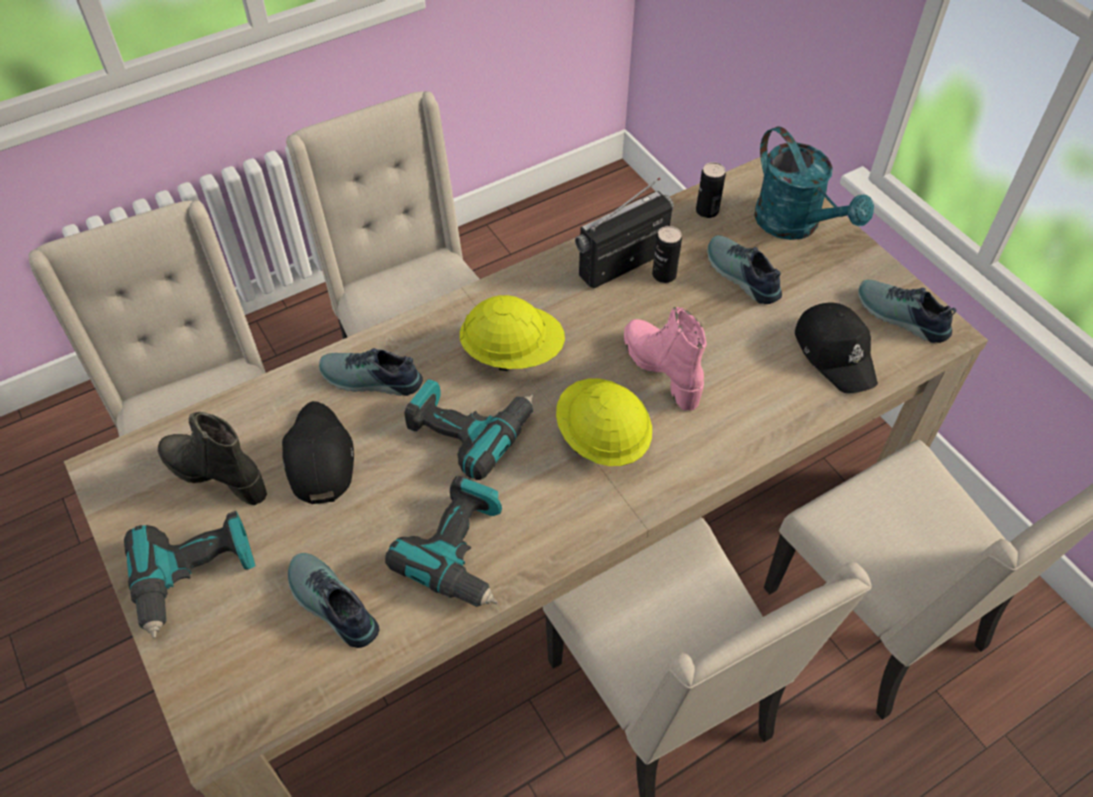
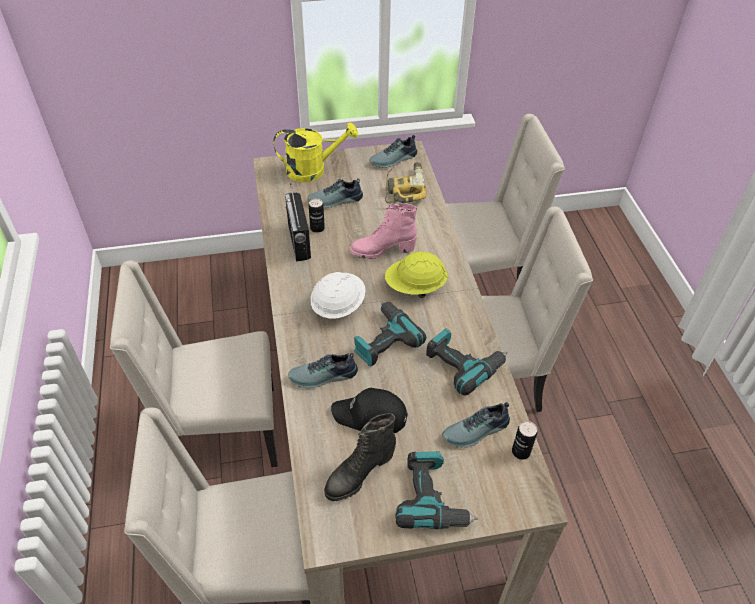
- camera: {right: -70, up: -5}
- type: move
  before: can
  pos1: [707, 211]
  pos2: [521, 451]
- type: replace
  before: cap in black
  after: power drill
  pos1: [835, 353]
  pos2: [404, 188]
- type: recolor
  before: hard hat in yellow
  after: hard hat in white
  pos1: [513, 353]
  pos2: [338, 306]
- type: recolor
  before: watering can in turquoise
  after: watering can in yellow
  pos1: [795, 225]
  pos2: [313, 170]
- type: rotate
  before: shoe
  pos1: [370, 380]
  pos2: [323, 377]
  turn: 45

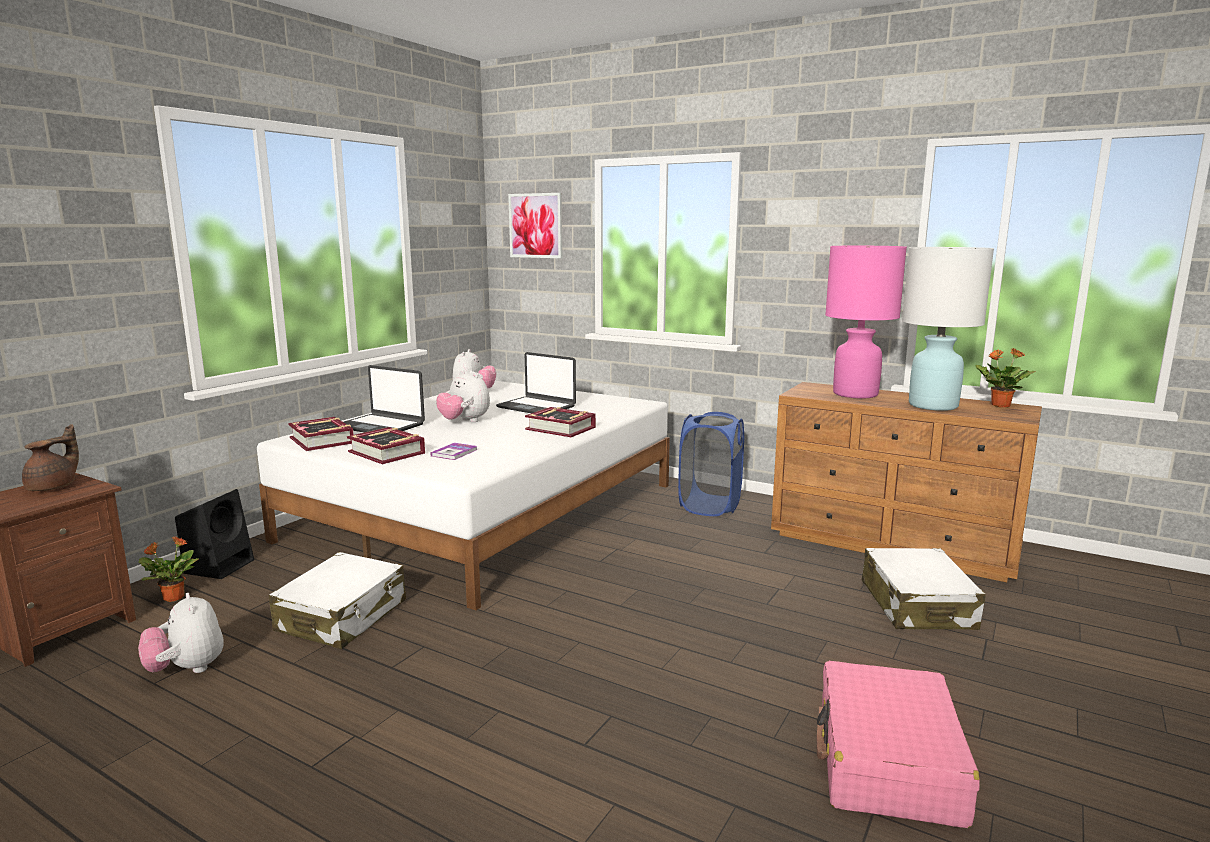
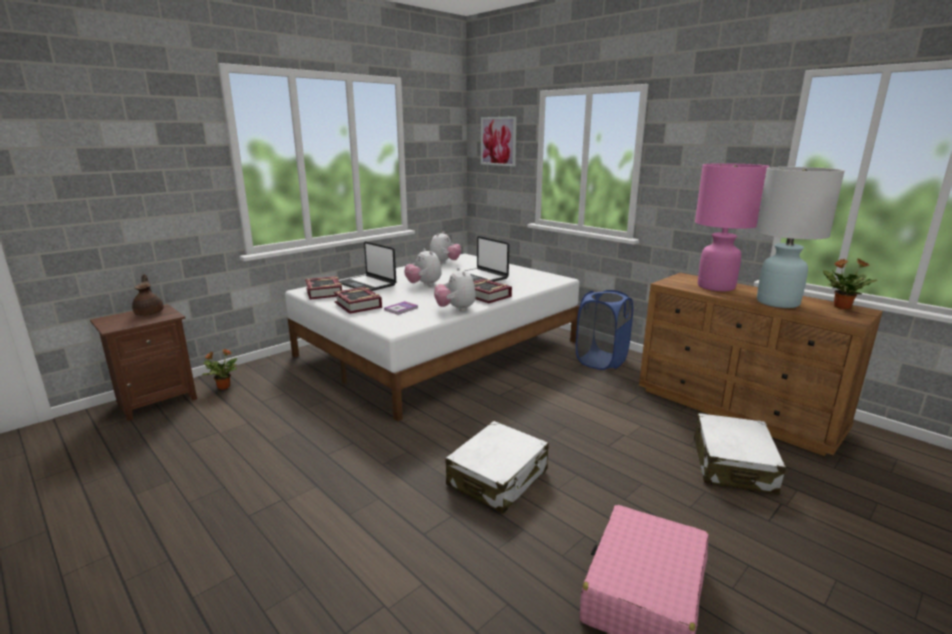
- camera: {right: 15, up: 5}
- type: delete
  before: speaker in black
  pos1: [220, 566]
- type: move
  before: plush toy
  pos1: [187, 669]
  pos2: [456, 309]
- type: move
  before: suitcase in white
  pos1: [342, 616]
  pos2: [498, 478]
- type: rotate
  before: teapot in brown
  pos1: [54, 487]
  pos2: [150, 313]
  turn: -60

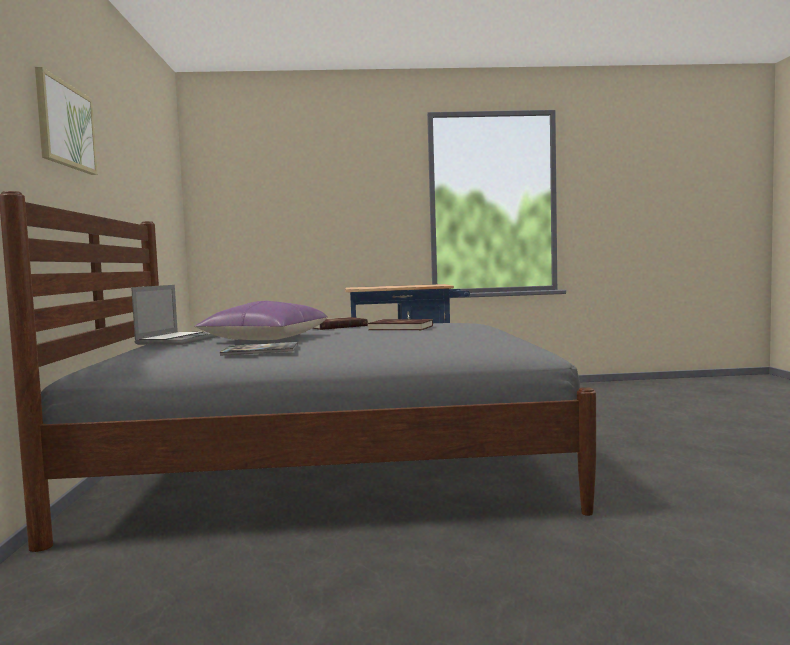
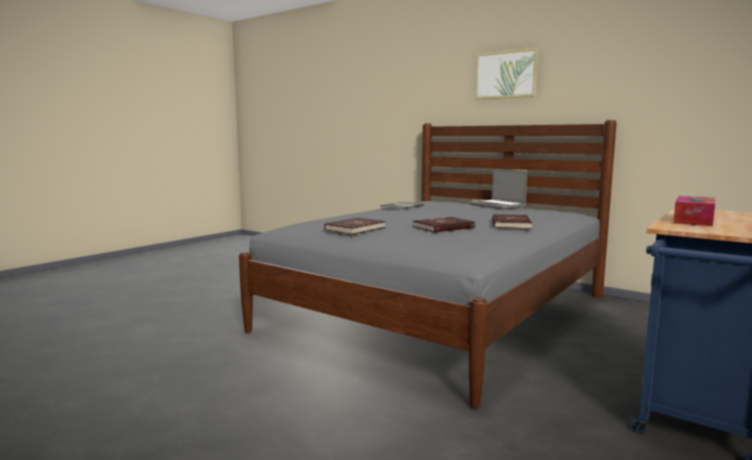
- camera: {right: 130, up: 5}
- type: delete
  before: pillow in purple
  pos1: [265, 339]
- type: insert
  after: book in red
  pos2: [355, 229]
- type: insert
  after: tissue box
  pos2: [693, 220]

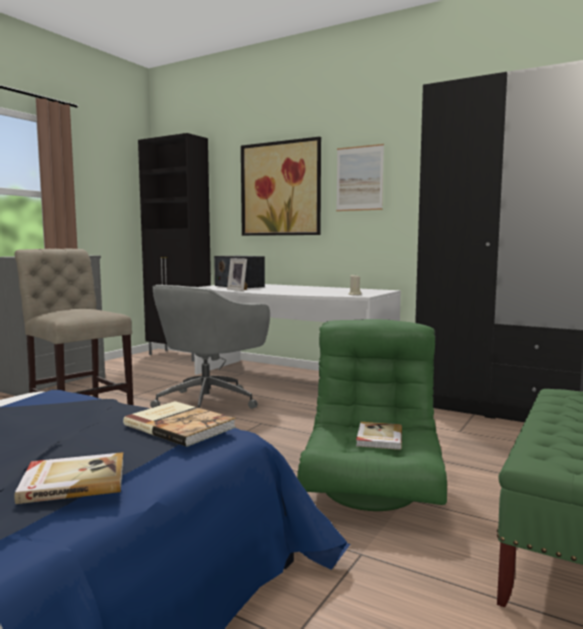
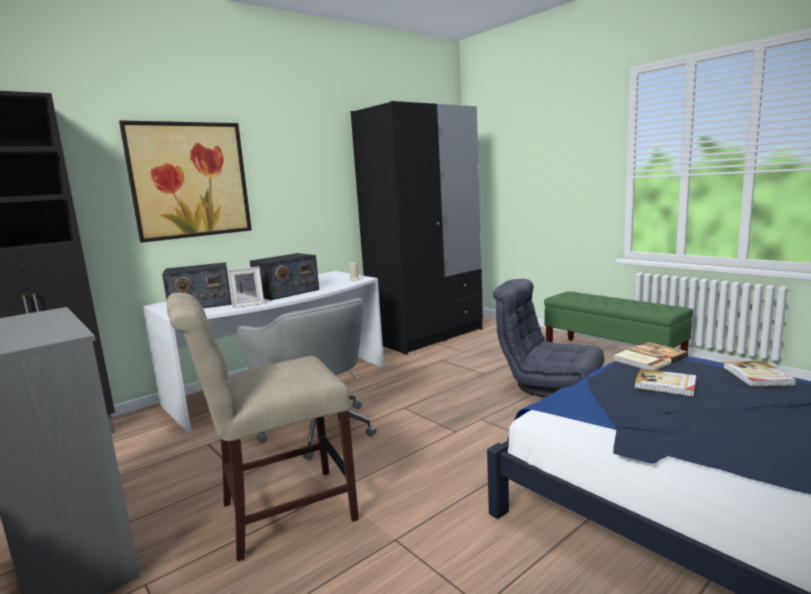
- camera: {right: -70, up: 5}
- type: delete
  before: picture
  pos1: [359, 178]
- type: insert
  after: radio
  pos2: [286, 293]
- type: move
  before: book
  pos1: [378, 438]
  pos2: [665, 384]
- type: recolor
  before: armchair in green
  after: armchair in grey
  pos1: [372, 490]
  pos2: [549, 385]

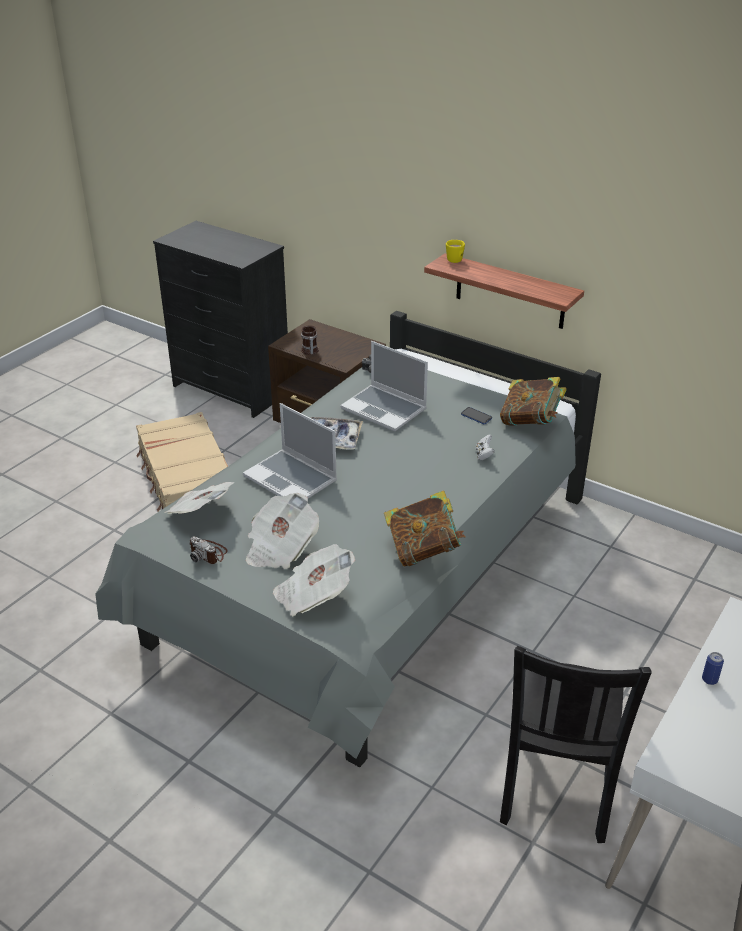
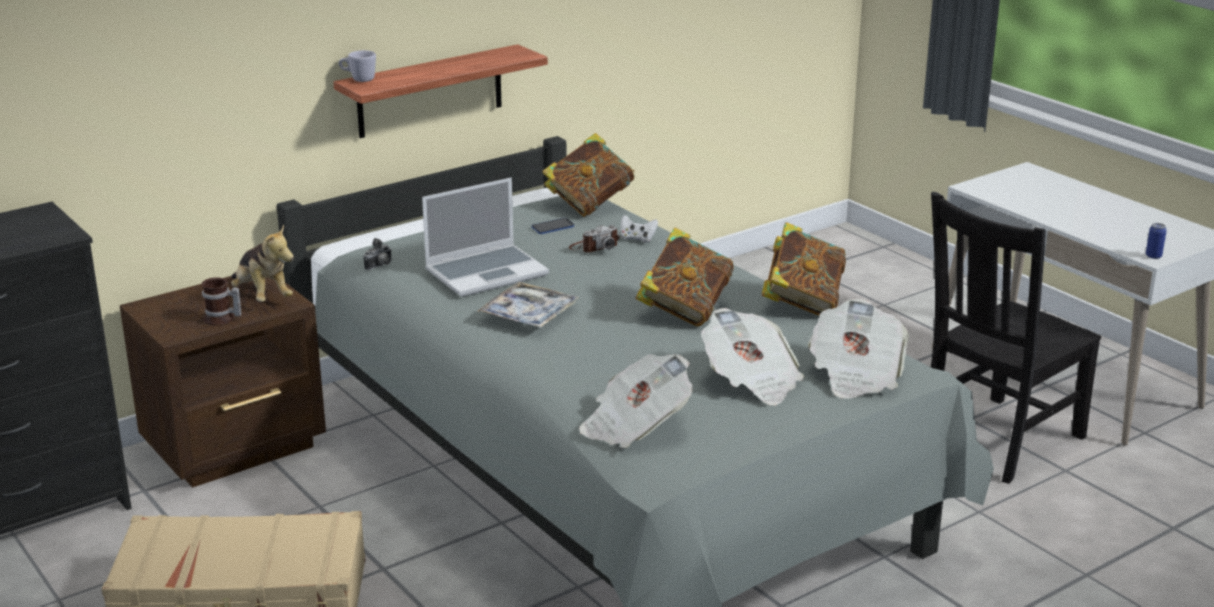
- camera: {right: -70, up: -10}
- type: delete
  before: laptop
  pos1: [292, 479]
- type: insert
  after: plush toy
  pos2: [262, 296]
- type: insert
  after: book
  pos2: [684, 310]
- type: move
  before: photo camera
  pos1: [208, 553]
  pos2: [594, 247]
- type: move
  before: can
  pos1: [709, 679]
  pos2: [1153, 256]
- type: recolor
  before: mug in yellow
  after: mug in white
  pos1: [453, 259]
  pos2: [358, 79]
- type: rotate
  before: chair in black
  pos1: [555, 786]
  pos2: [997, 440]
  turn: 105

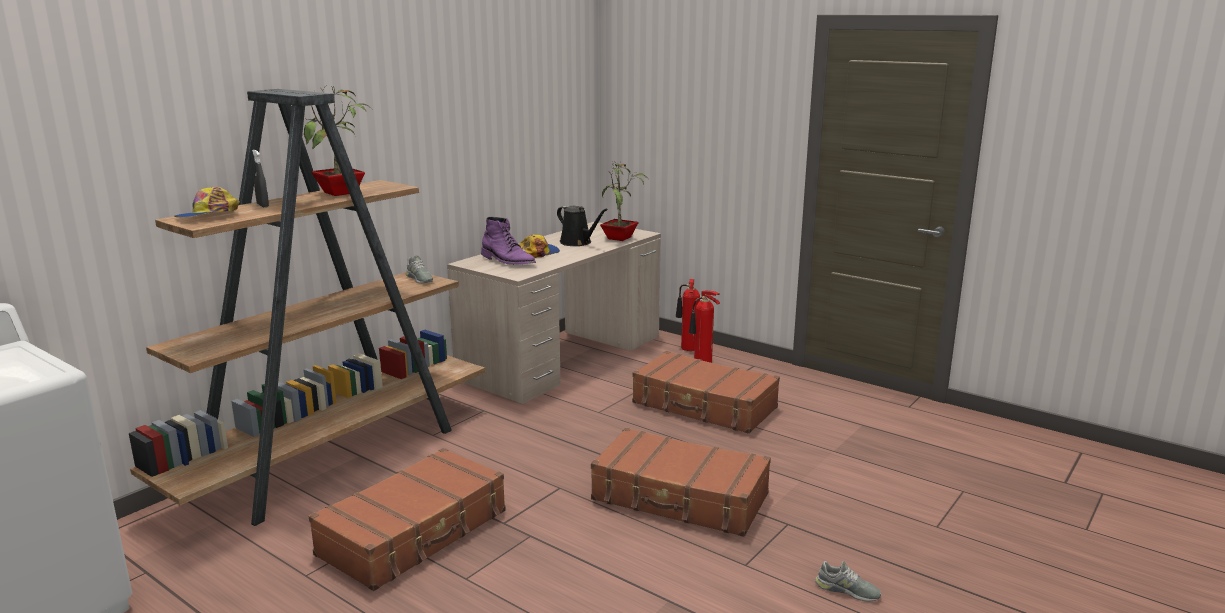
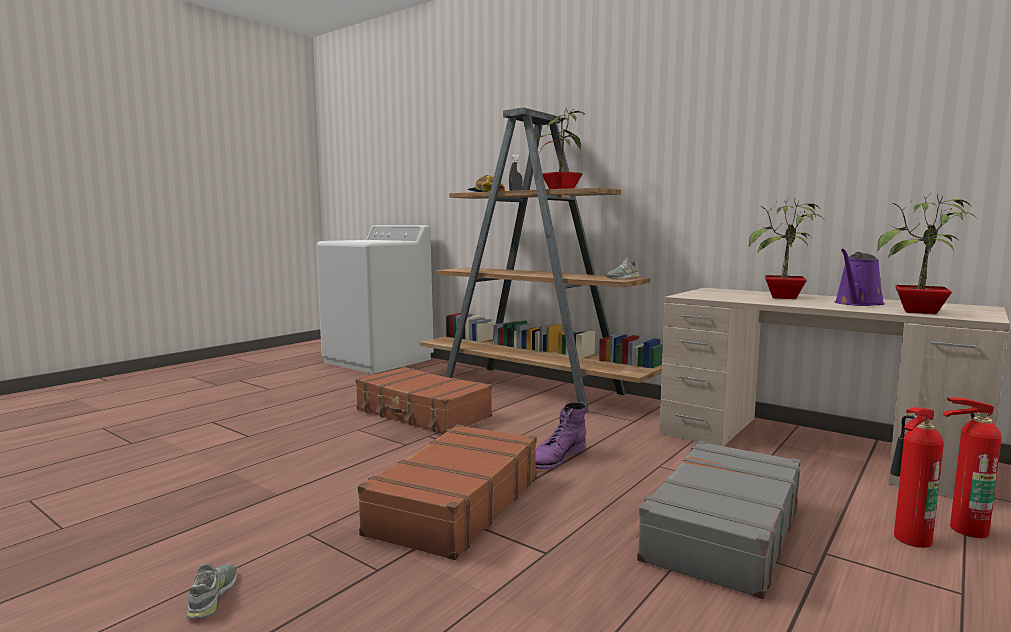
- camera: {right: 90, up: -10}
- type: move
  before: boot in purple
  pos1: [508, 261]
  pos2: [556, 458]
- type: replace
  before: cap
  after: potted plant
  pos1: [538, 252]
  pos2: [783, 297]
- type: recolor
  before: watering can in black
  after: watering can in purple
  pos1: [578, 243]
  pos2: [857, 303]
- type: recolor
  before: suitcase in brown
  after: suitcase in grey
  pos1: [704, 406]
  pos2: [722, 531]
- type: rotate
  before: shoe in grey
  pos1: [847, 590]
  pos2: [213, 596]
  turn: 150

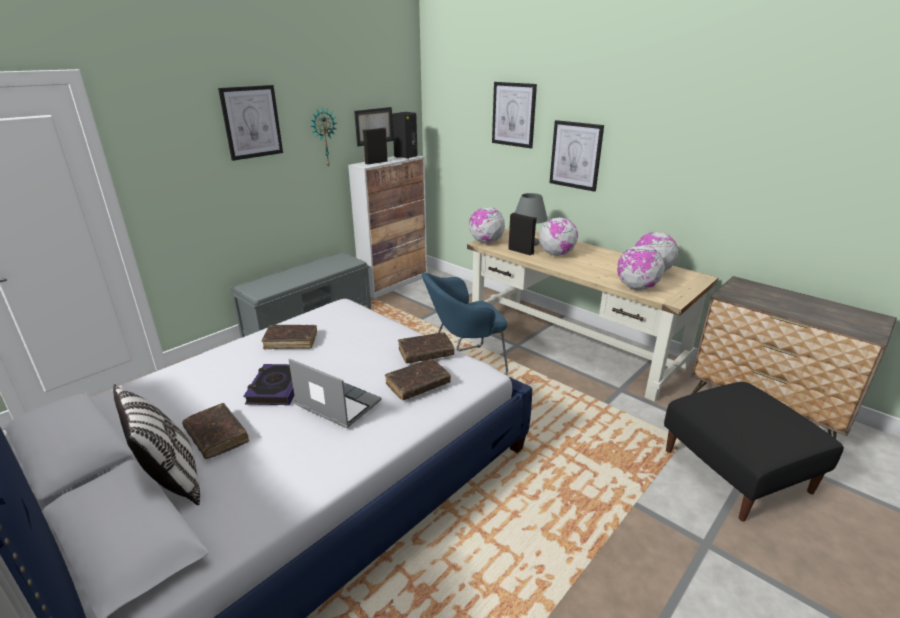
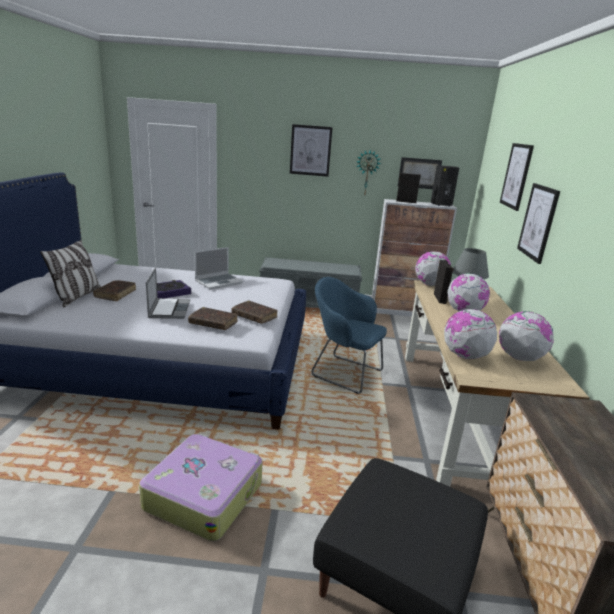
- camera: {right: 50, up: -5}
- type: insert
  after: suitcase
  pos2: [204, 494]
- type: replace
  before: book in brown
  after: laptop
  pos1: [291, 341]
  pos2: [219, 282]

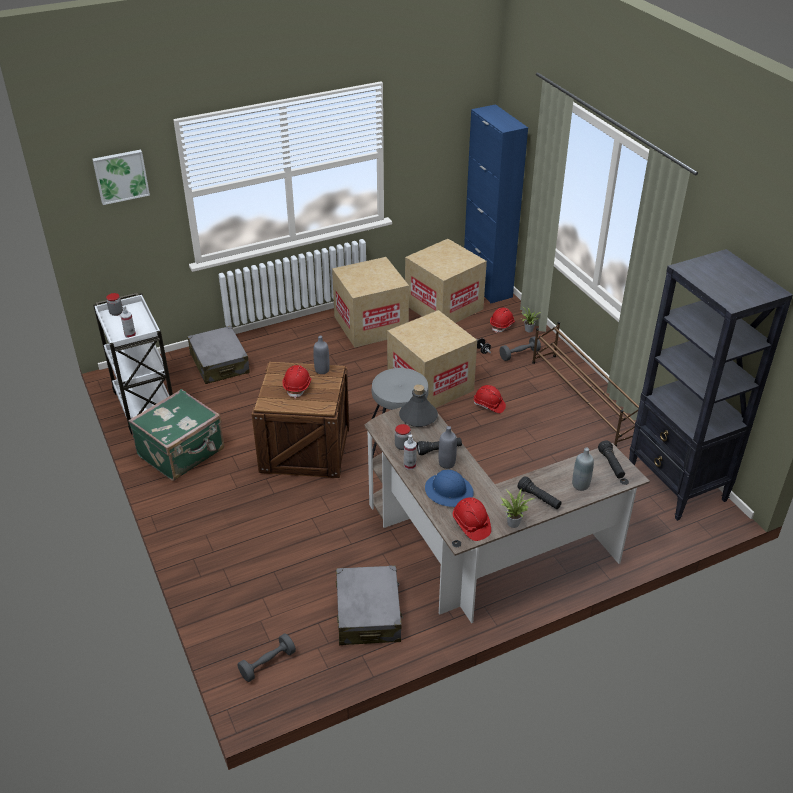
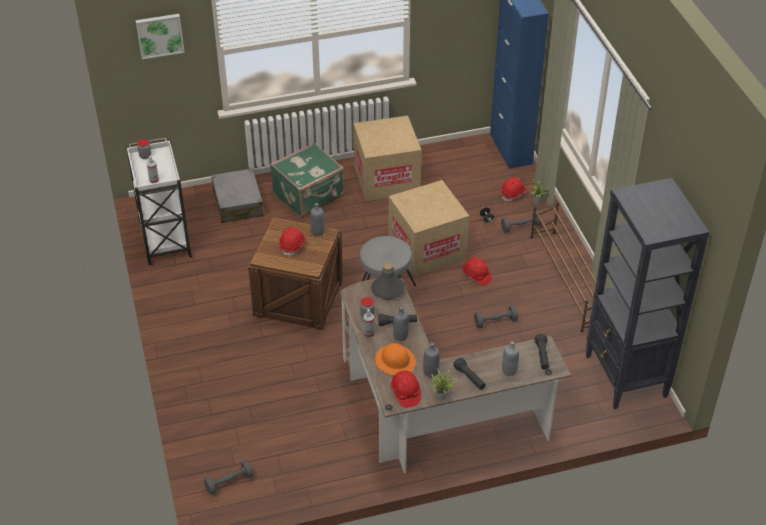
- camera: {right: 10, up: 5}
- type: delete
  before: suitcase in grey
  pos1: [368, 614]
- type: delete
  before: cardboard box
  pos1: [444, 307]
- type: insert
  after: bottle in grey
  pos2: [430, 372]
- type: insert
  after: dumbbell in grey
  pos2: [495, 322]
- type: move
  before: suitcase in green
  pos1: [182, 453]
  pos2: [309, 196]
- type: recolor
  before: hard hat in blue
  after: hard hat in orange
  pos1: [449, 491]
  pos2: [395, 361]

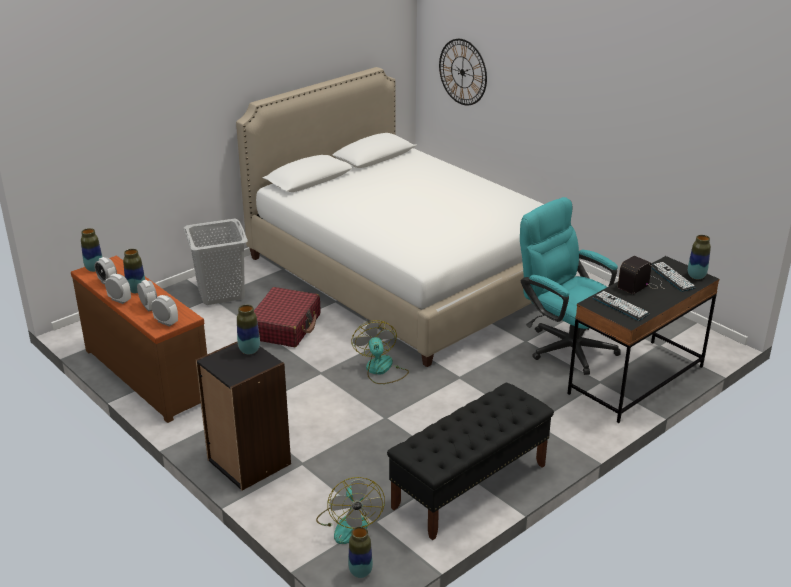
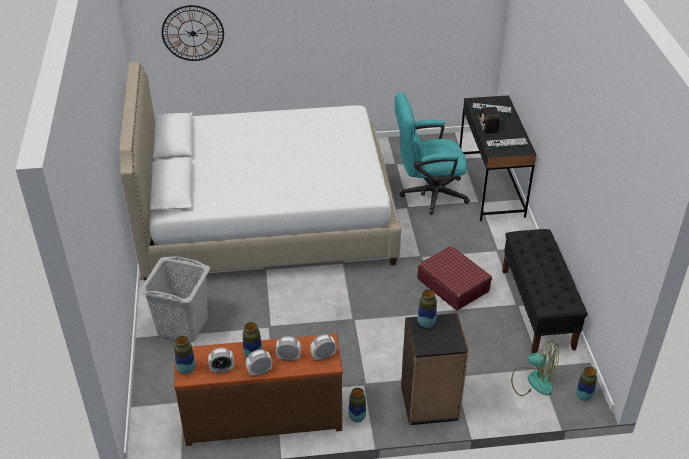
- camera: {right: -55, up: 10}
- type: delete
  before: fan
  pos1: [381, 370]
- type: move
  before: suitcase in red
  pos1: [285, 326]
  pos2: [453, 285]
- type: move
  before: vase
  pos1: [696, 276]
  pos2: [357, 418]

